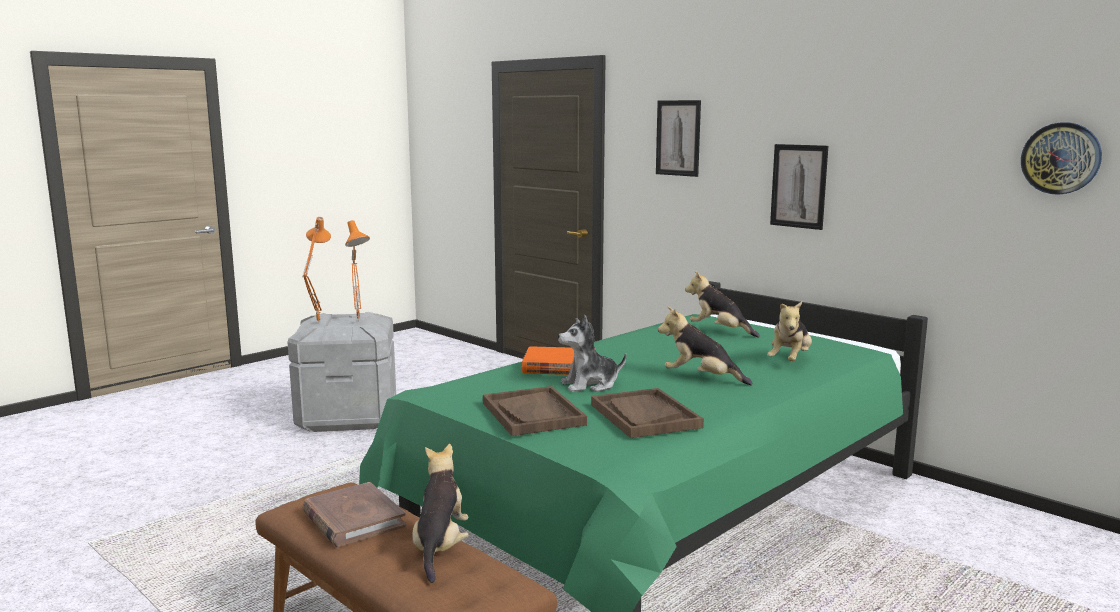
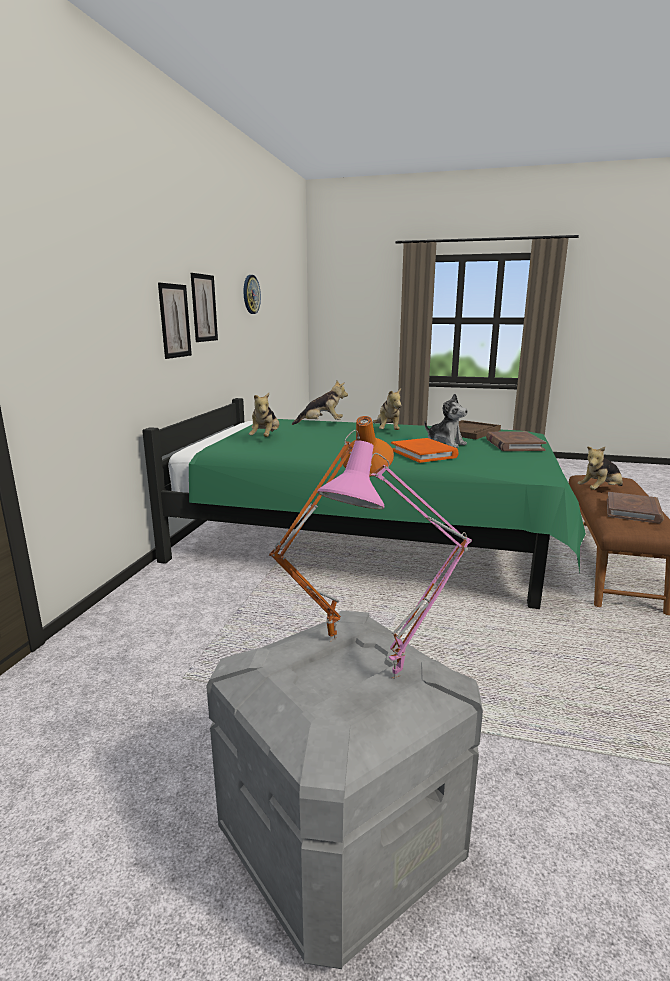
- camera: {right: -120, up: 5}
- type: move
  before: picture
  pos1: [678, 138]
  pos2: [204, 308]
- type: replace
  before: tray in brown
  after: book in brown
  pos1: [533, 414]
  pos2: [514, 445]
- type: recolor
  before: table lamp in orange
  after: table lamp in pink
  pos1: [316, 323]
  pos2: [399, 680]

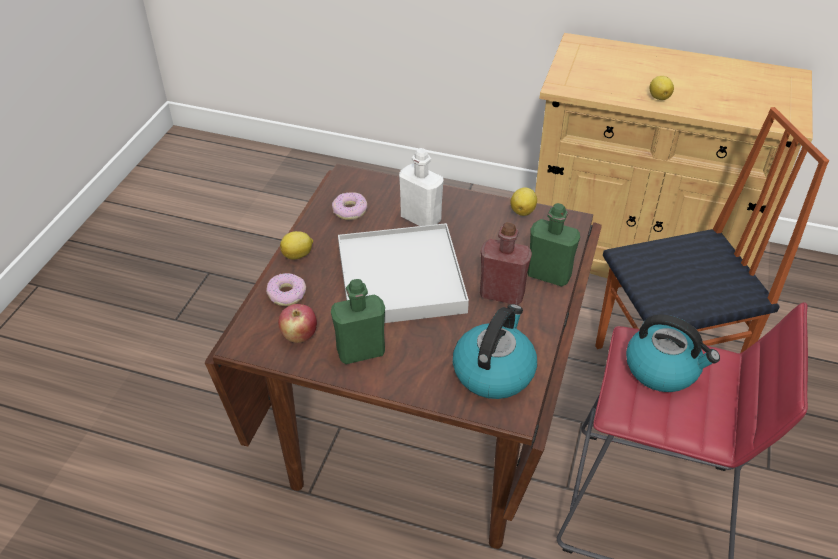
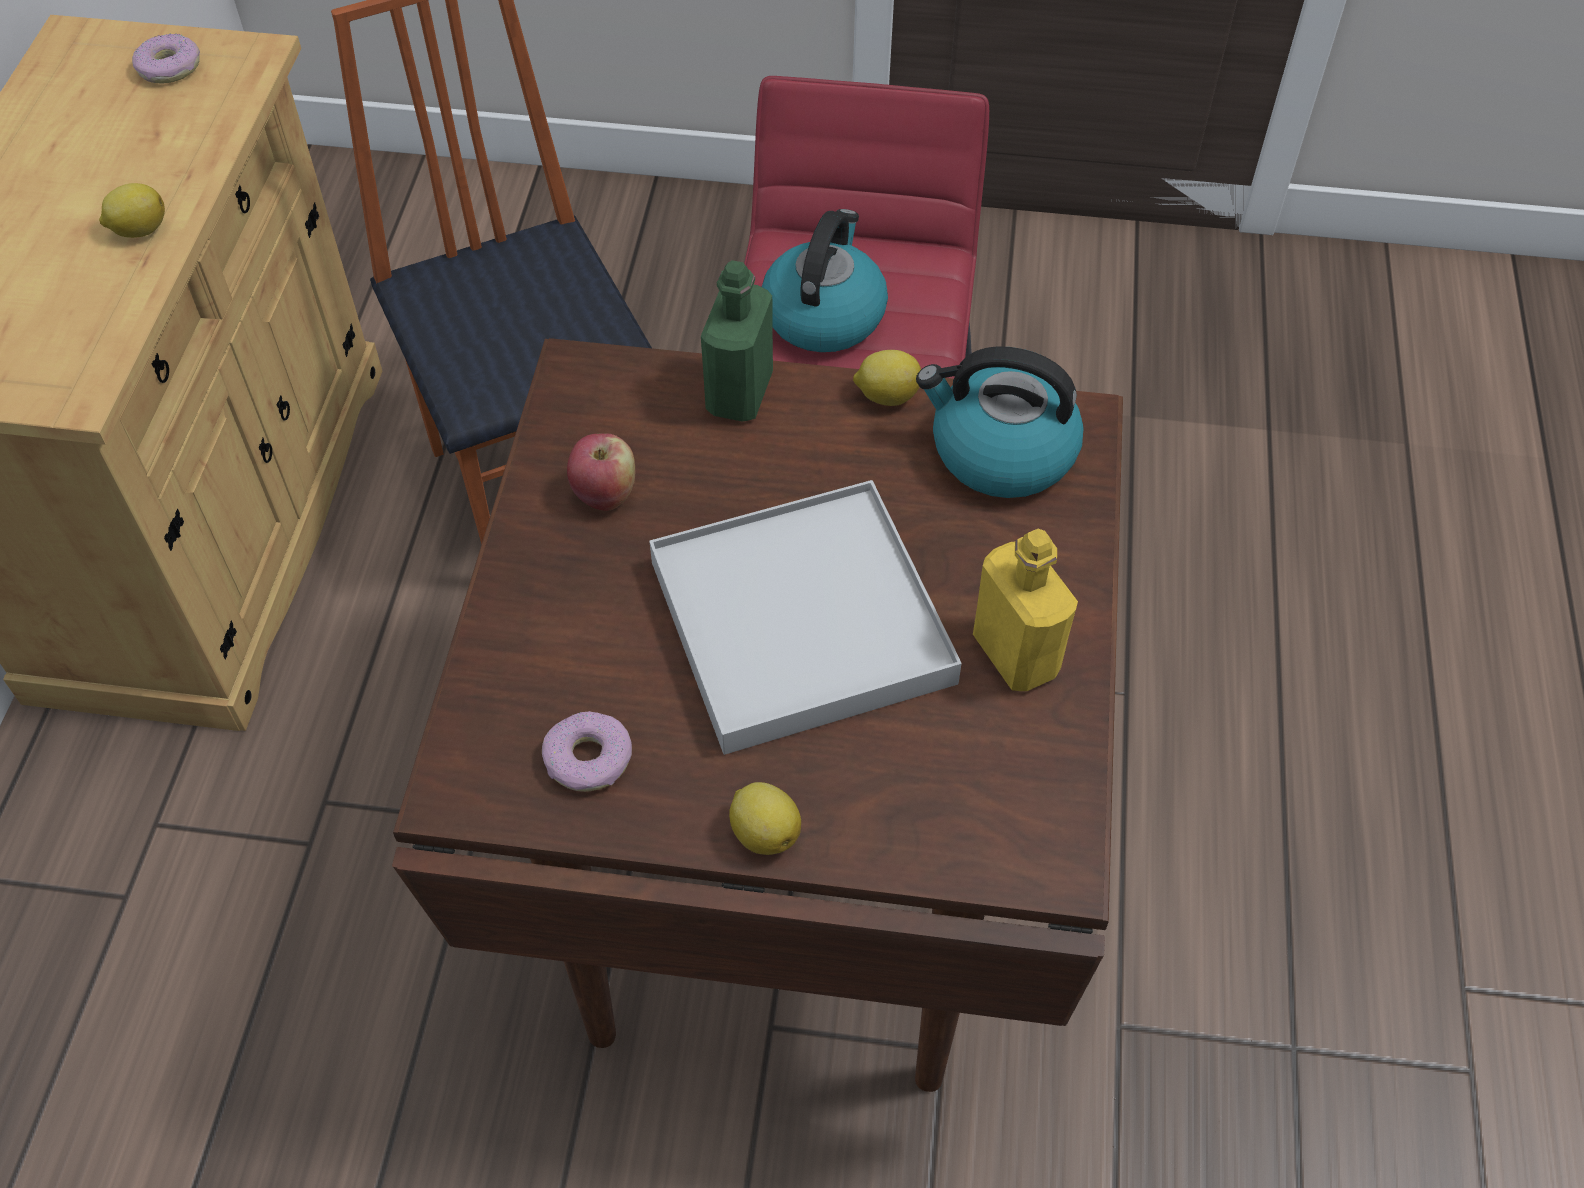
- camera: {right: -100, up: 10}
- type: delete
  before: bottle in white
  pos1: [421, 218]
- type: delete
  before: bottle in red
  pos1: [502, 294]
- type: move
  before: donut
  pos1: [287, 294]
  pos2: [169, 67]
- type: move
  before: apple
  pos1: [299, 336]
  pos2: [604, 495]
- type: move
  before: lemon
  pos1: [523, 211]
  pos2: [886, 395]
- type: recolor
  before: bottle in green
  after: bottle in yellow
  pos1: [361, 351]
  pos2: [1015, 654]

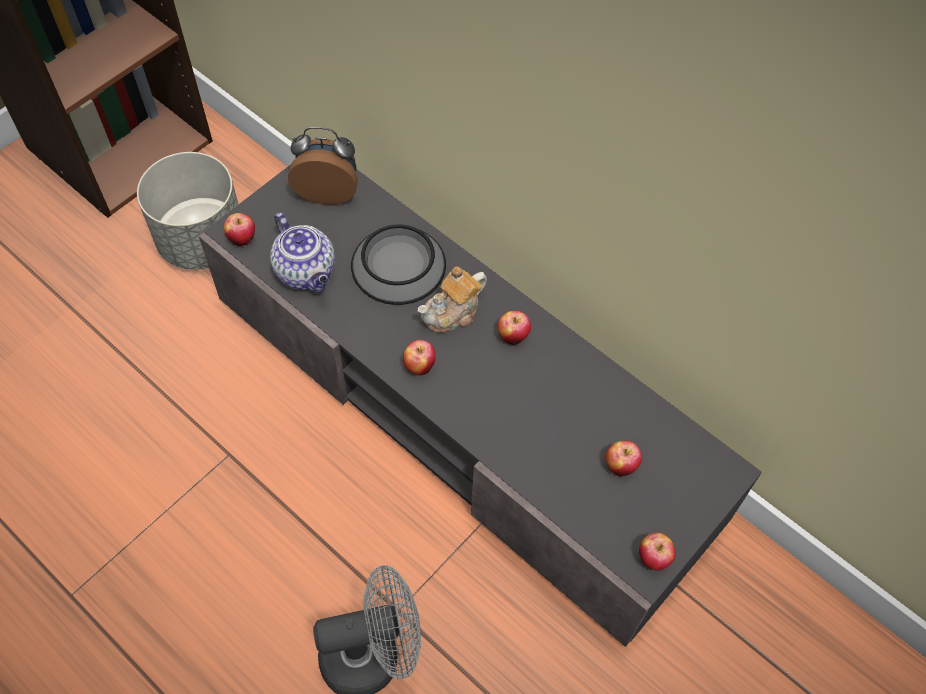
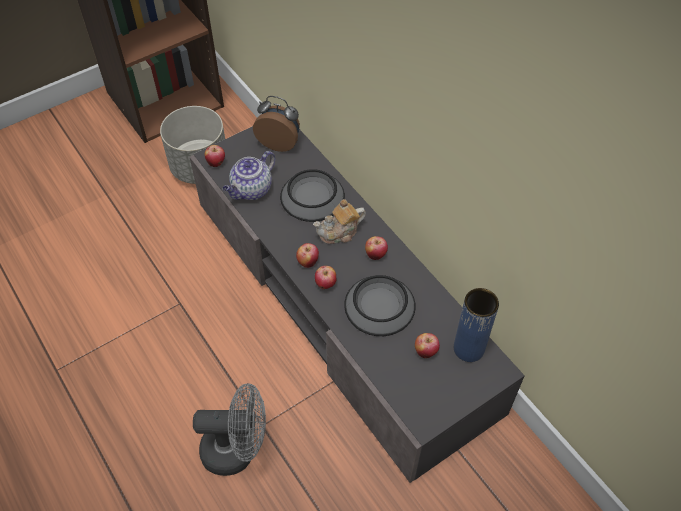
- camera: {right: 15, up: -5}
- type: insert
  after: bowl
  pos2: [380, 305]
- type: insert
  after: vase in blue
  pos2: [469, 348]
- type: move
  before: apple
  pos1: [653, 558]
  pos2: [326, 284]
- type: rotate
  before: teapot
  pos1: [307, 272]
  pos2: [251, 190]
  turn: 60

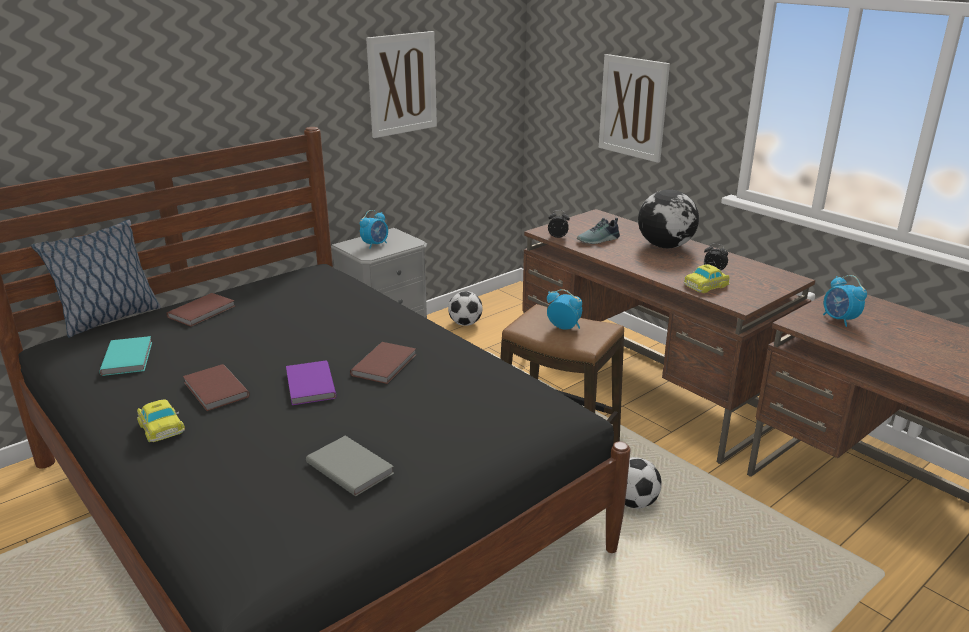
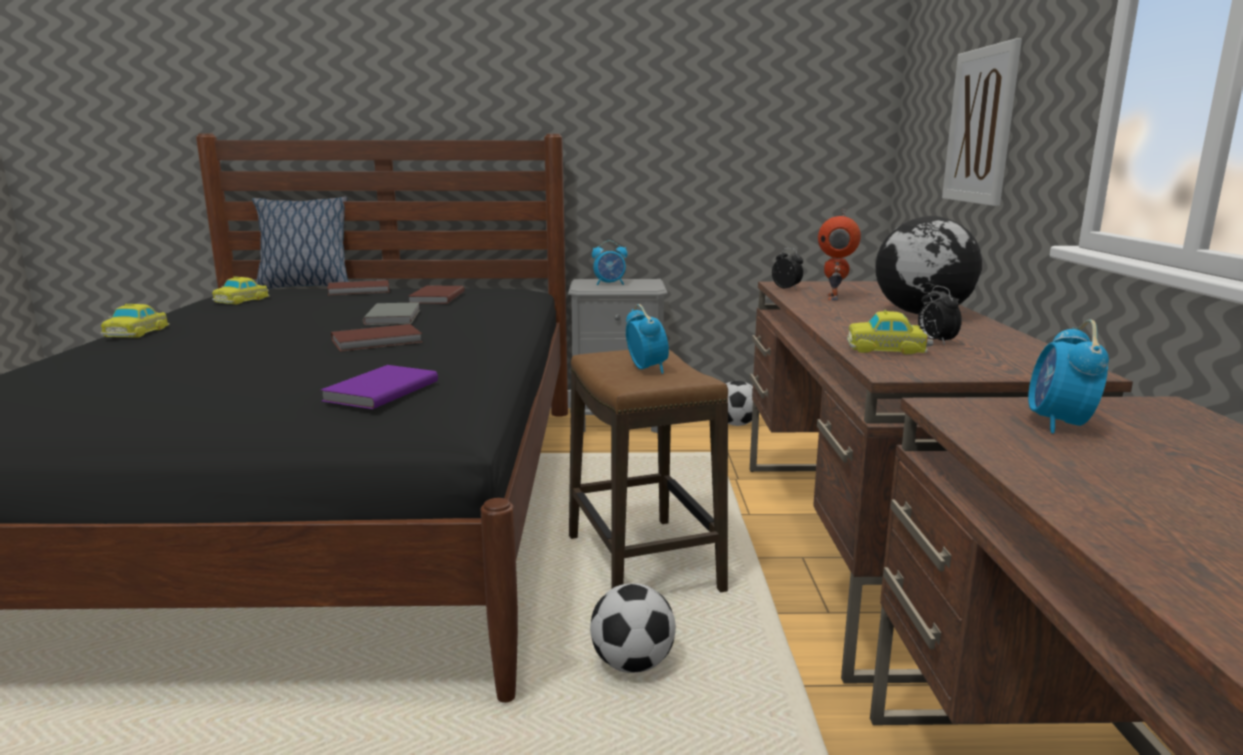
- camera: {right: 40, up: -10}
- type: delete
  before: picture
  pos1: [402, 84]
- type: move
  before: book in brown
  pos1: [215, 390]
  pos2: [435, 298]
- type: move
  before: book in purple
  pos1: [309, 385]
  pos2: [378, 391]
- type: move
  before: book in grey
  pos1: [350, 467]
  pos2: [395, 317]
- type: replace
  before: book in turquoise
  after: toy car
  pos1: [129, 357]
  pos2: [242, 300]
- type: replace
  before: shoe
  after: toy robot
  pos1: [599, 240]
  pos2: [835, 297]

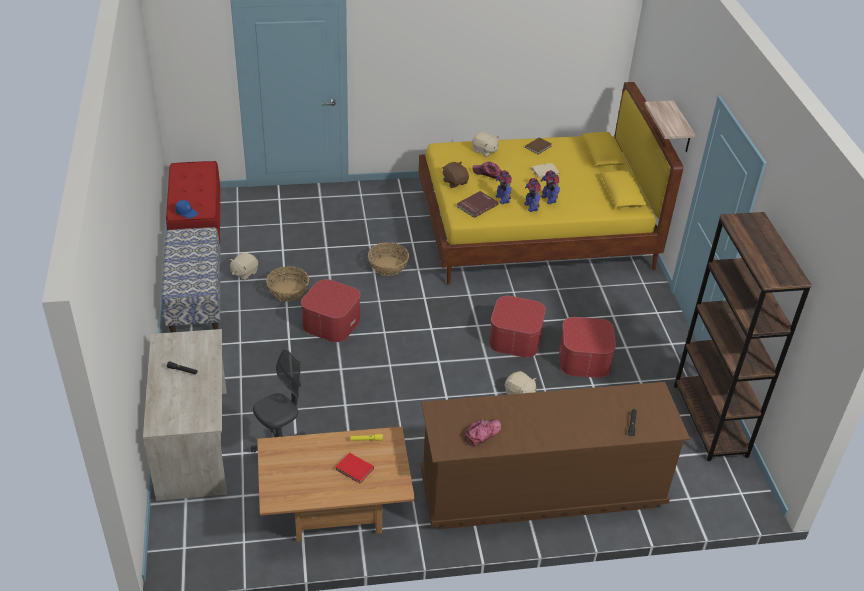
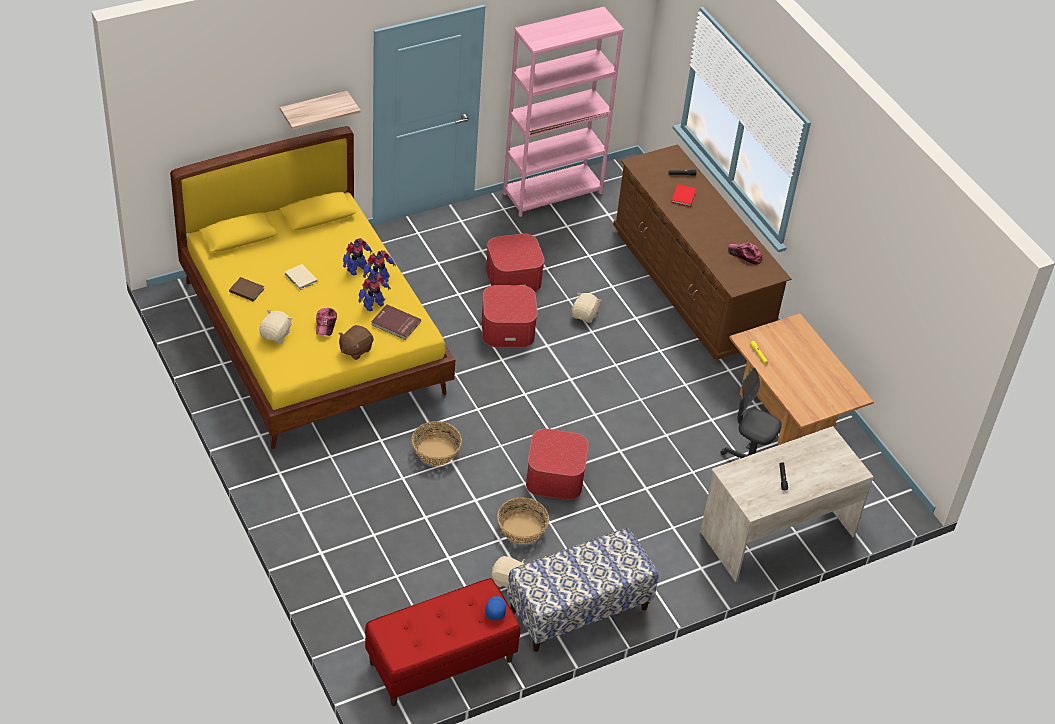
- camera: {right: -110, up: 5}
- type: move
  before: book in red
  pos1: [355, 469]
  pos2: [684, 196]
- type: recolor
  before: bookcase in brown
  after: bookcase in pink
  pos1: [710, 420]
  pos2: [553, 193]

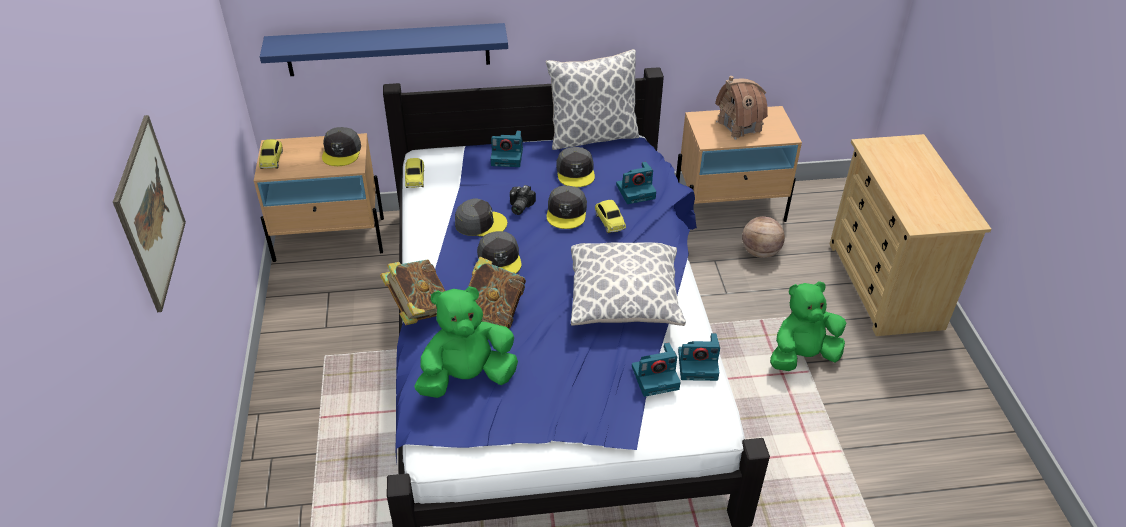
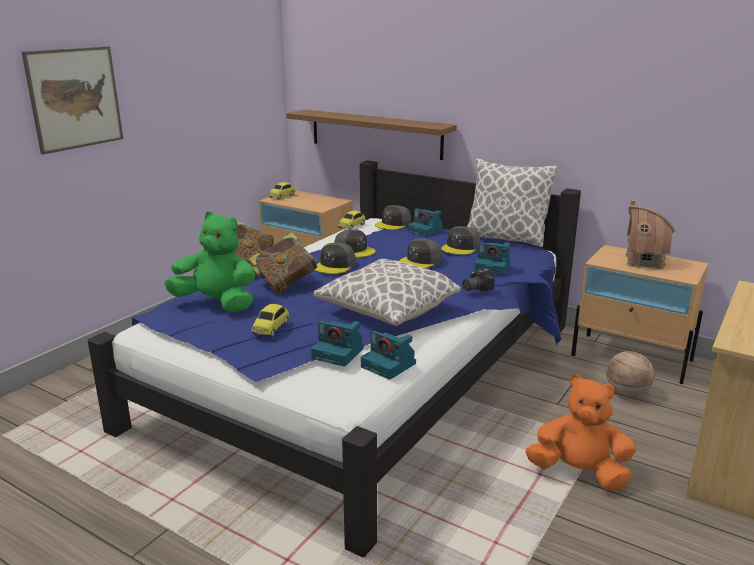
- camera: {right: 40, up: -20}
- type: move
  before: cap in grey
  pos1: [342, 152]
  pos2: [393, 224]
- type: move
  before: photo camera
  pos1: [519, 206]
  pos2: [475, 288]
- type: move
  before: toy car
  pos1: [609, 221]
  pos2: [271, 328]
- type: recolor
  before: shelf in blue
  after: shelf in brown
  pos1: [388, 49]
  pos2: [375, 134]
- type: recolor
  before: plush toy in green
  after: plush toy in orange
  pos1: [802, 356]
  pos2: [579, 473]

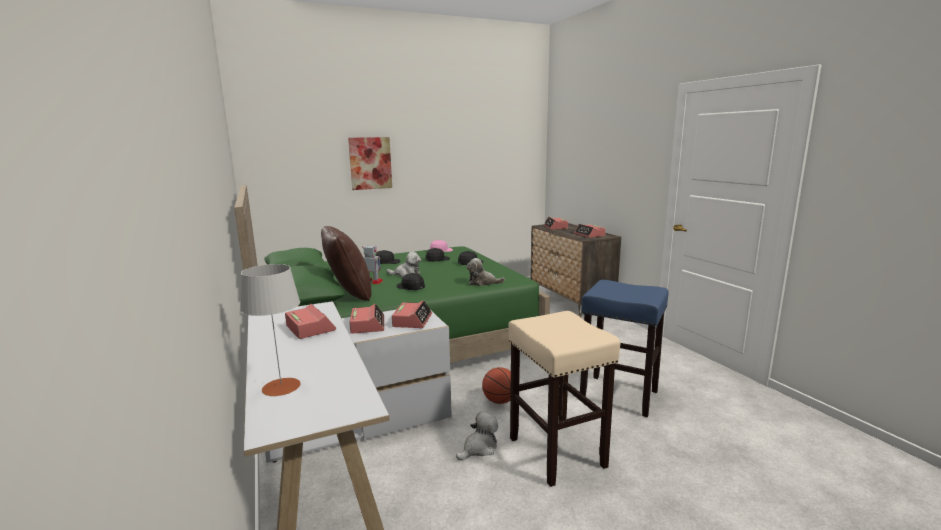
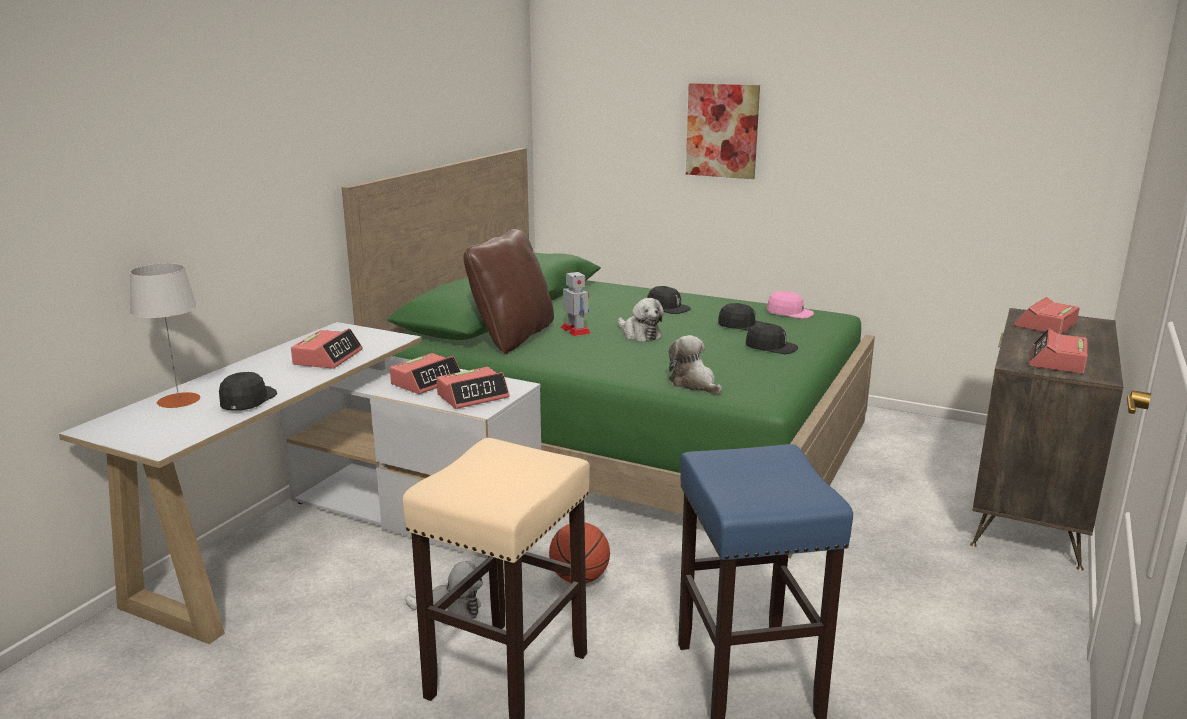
- camera: {right: 50, up: 5}
- type: move
  before: cap in black
  pos1: [411, 287]
  pos2: [247, 400]

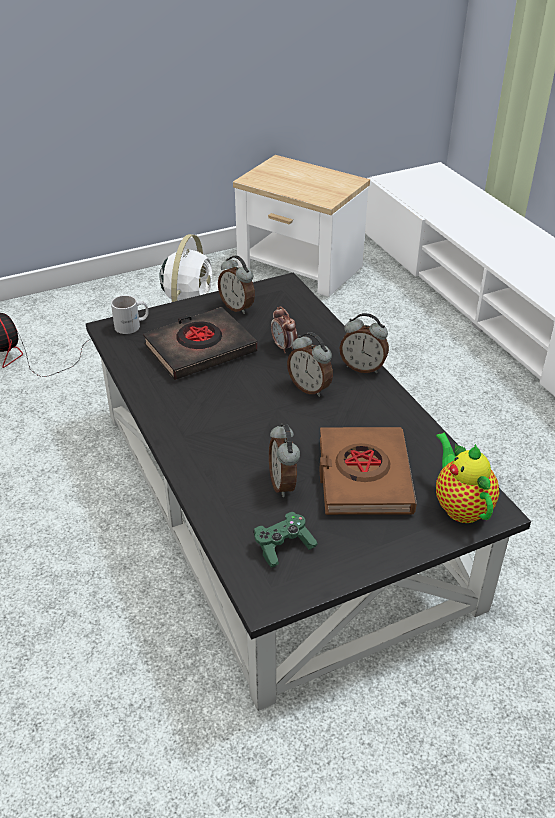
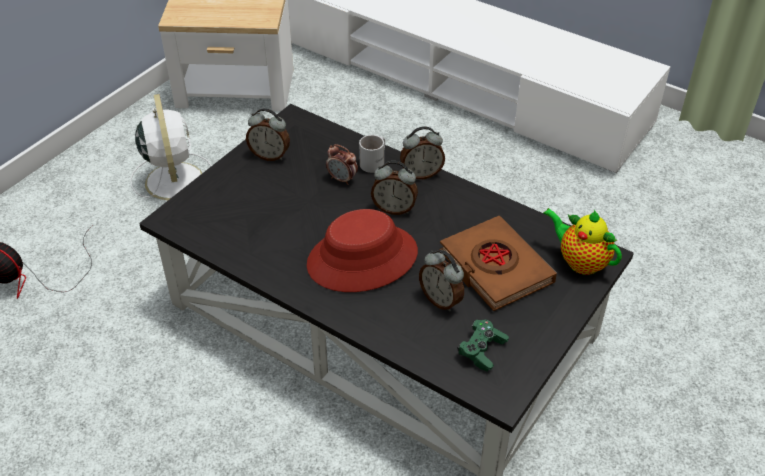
- camera: {right: -30, up: 5}
- type: delete
  before: book in black
  pos1: [200, 349]
- type: insert
  after: hat in red
  pos2: [362, 259]
- type: move
  before: mug in white
  pos1: [132, 326]
  pos2: [375, 162]

